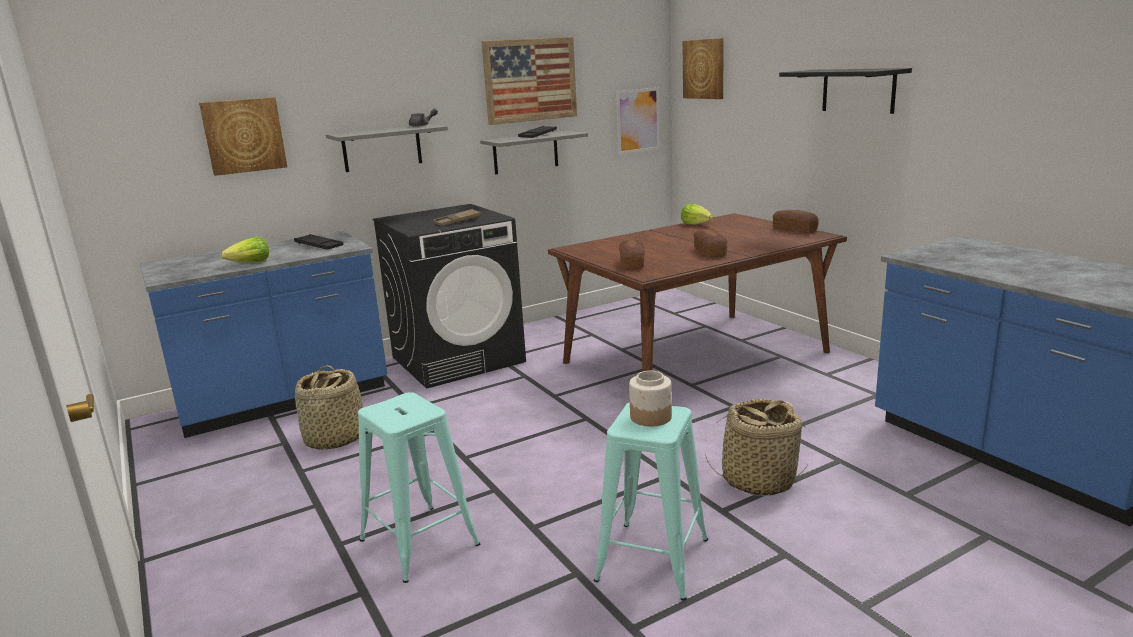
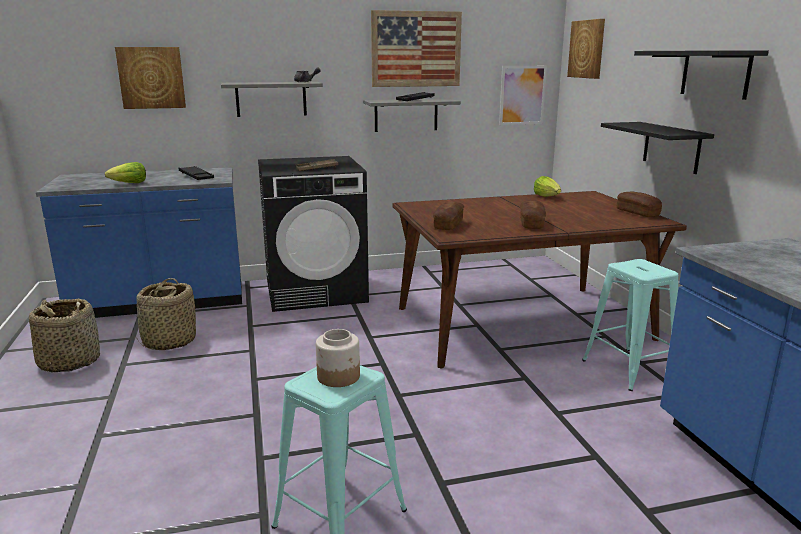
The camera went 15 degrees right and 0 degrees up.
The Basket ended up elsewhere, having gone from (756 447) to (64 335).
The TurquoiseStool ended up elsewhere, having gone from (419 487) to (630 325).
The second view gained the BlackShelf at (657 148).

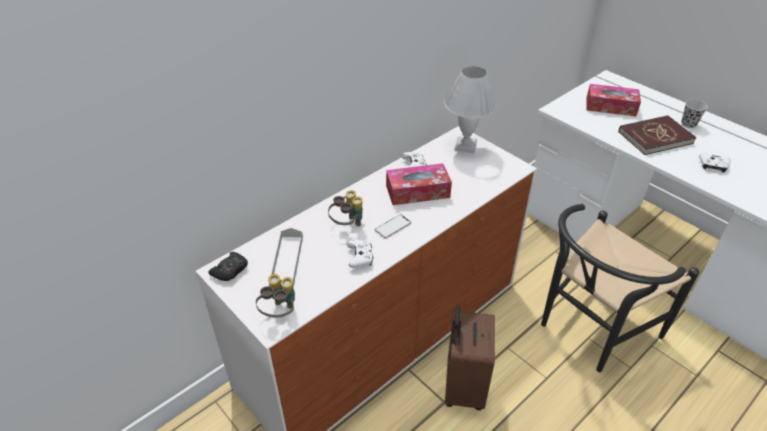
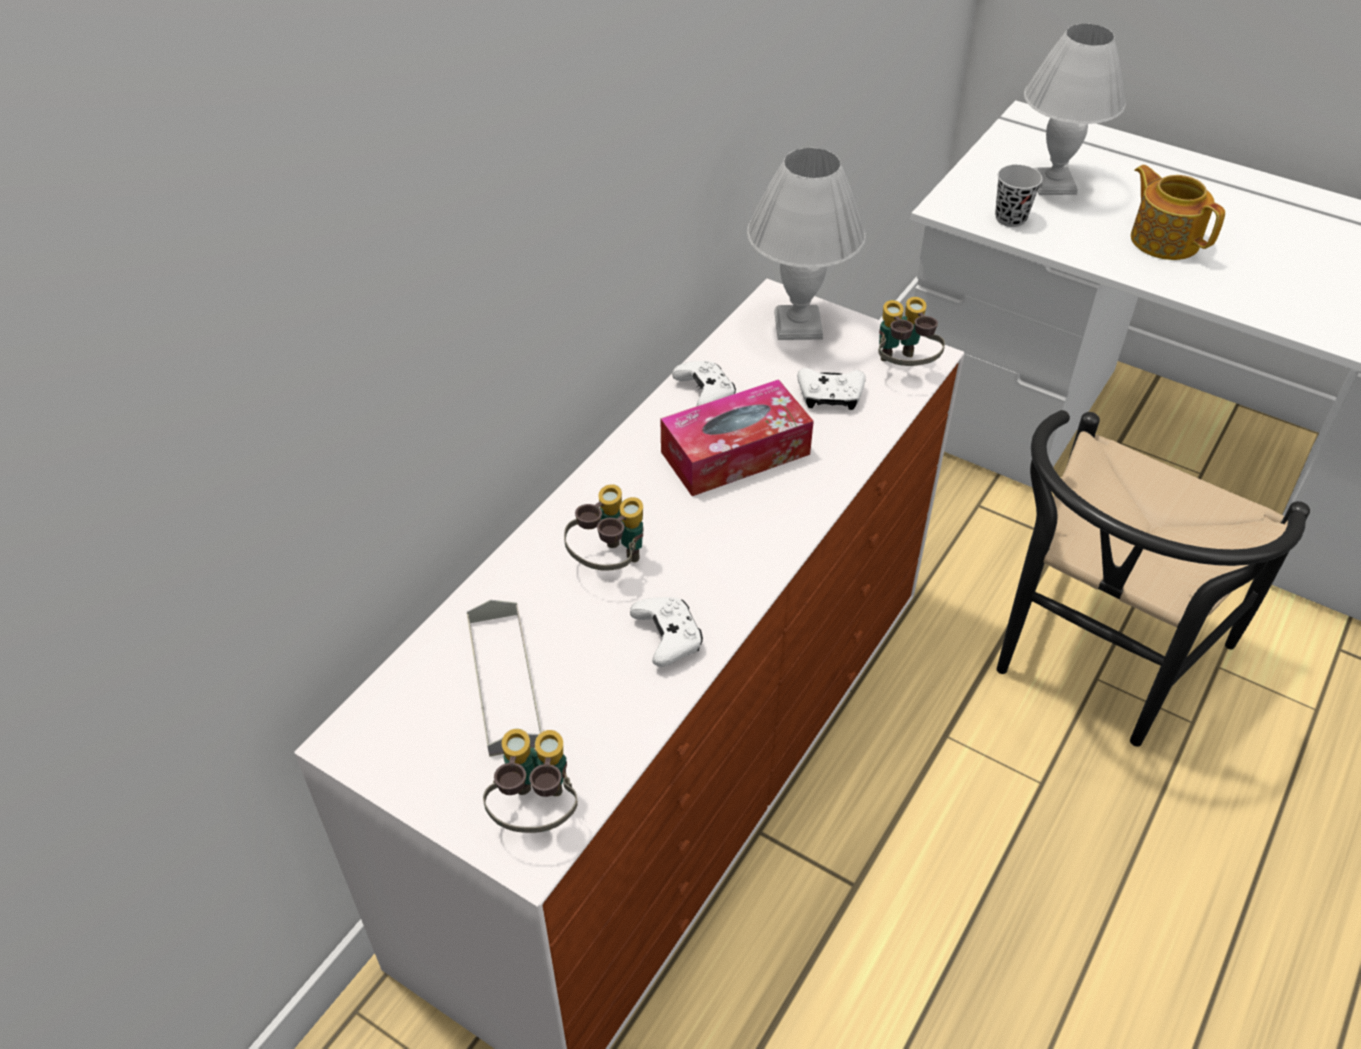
The camera went 15 degrees left and 5 degrees up.
The WhiteGameController ended up elsewhere, having gone from (715 163) to (831 389).
The second view gained the Binoculars at (911 331).
The BlackCup ended up elsewhere, having gone from (694 114) to (1018 196).
Where the TissueBox stood at (613 100), the WhiteTableLamp came to stand at (1075 109).
Where the RedBook stood at (657 135), the Teapot came to stand at (1178 212).
The second view lost the BlackGameController at (228 266).
The second view lost the Phone at (393 226).
The second view lost the BrownSuitcase at (470 358).

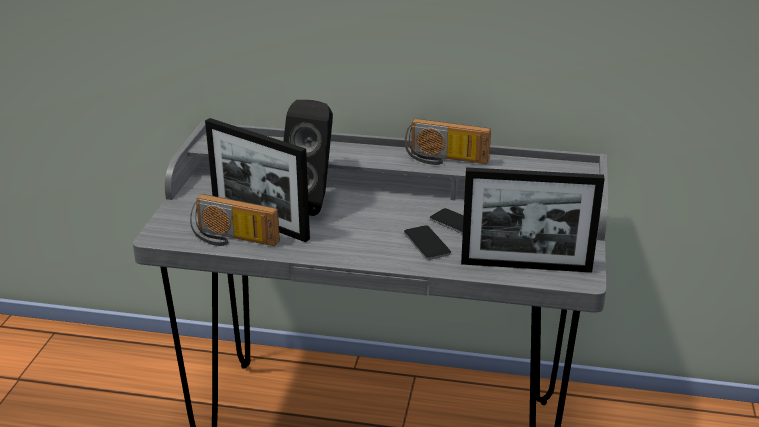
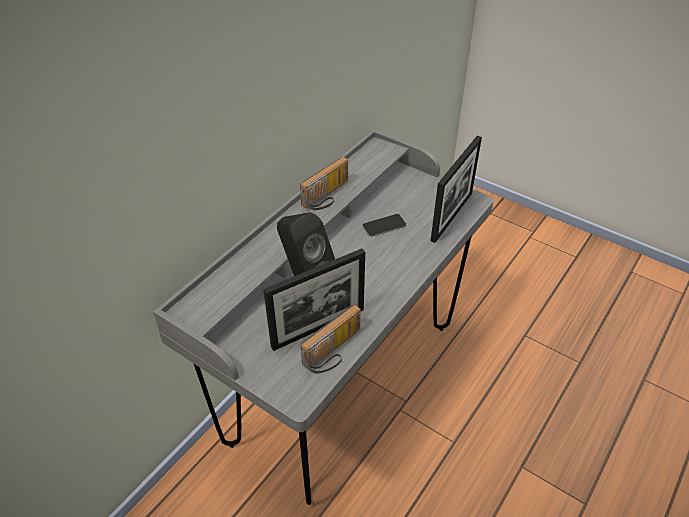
The camera went 65 degrees left and 15 degrees up.
The second view lost the Phone at (427 242).

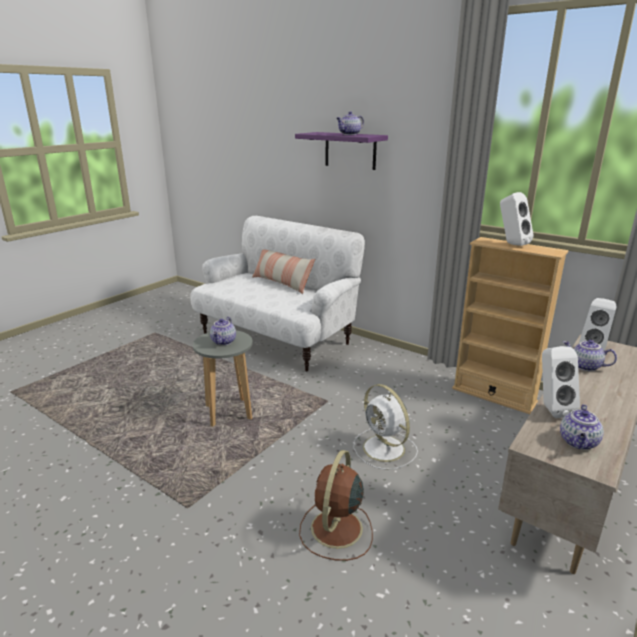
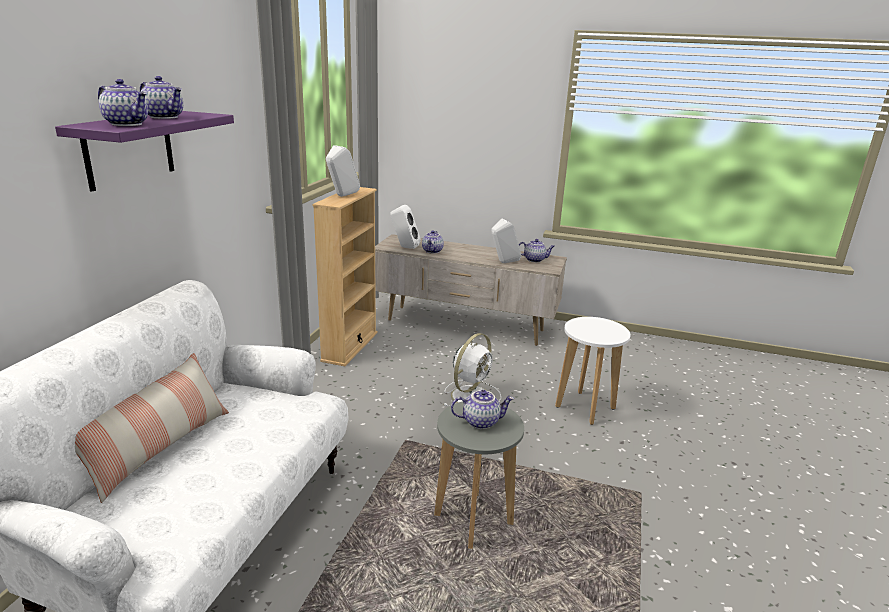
The camera went 110 degrees left and 0 degrees up.
The second view gained the Teapot at (123 102).
Where the BrownFan stood at (336 505), the WhiteStool came to stand at (592 371).

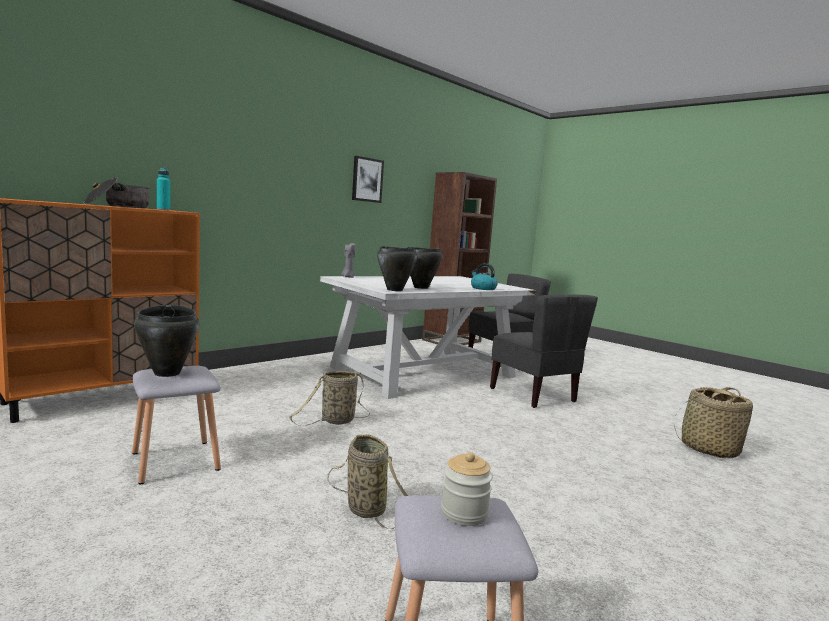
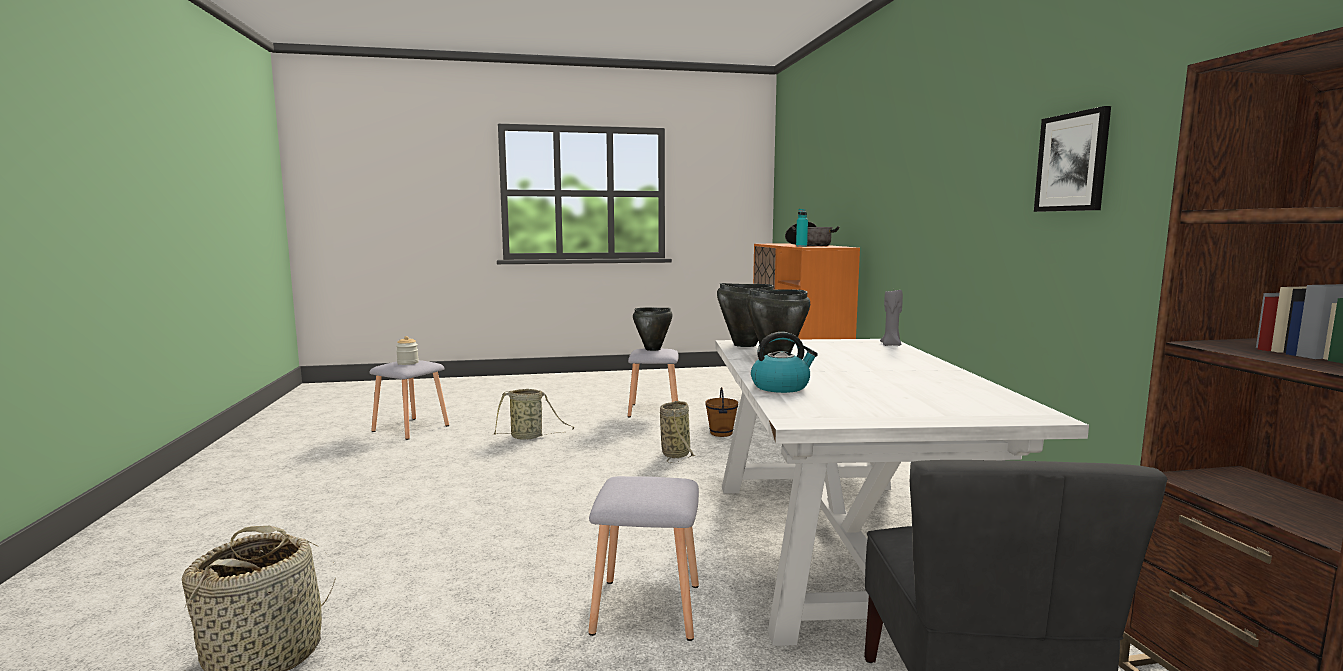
The camera went 125 degrees right and 0 degrees up.
Where the GreyChair stood at (544 351), the GreyStool came to stand at (643 558).
The second view gained the BrownBucket at (721 412).

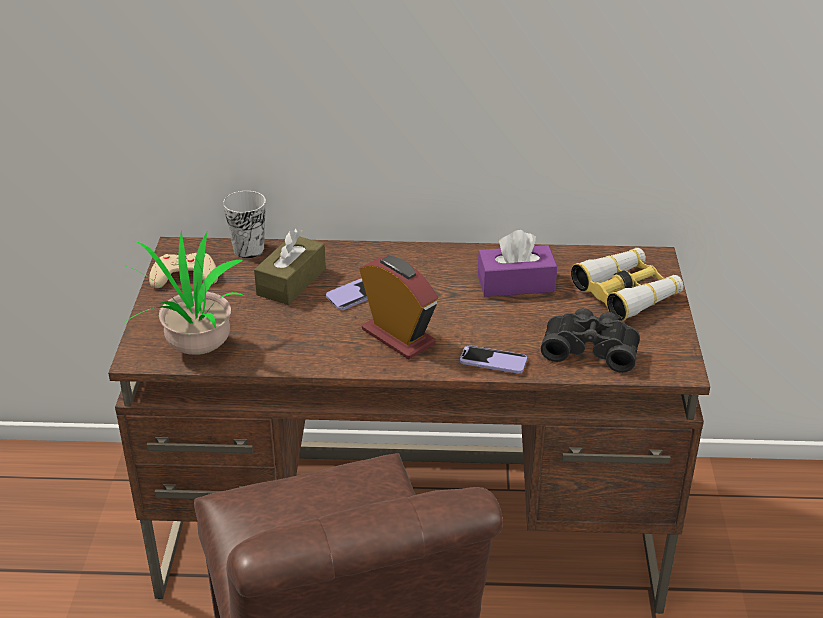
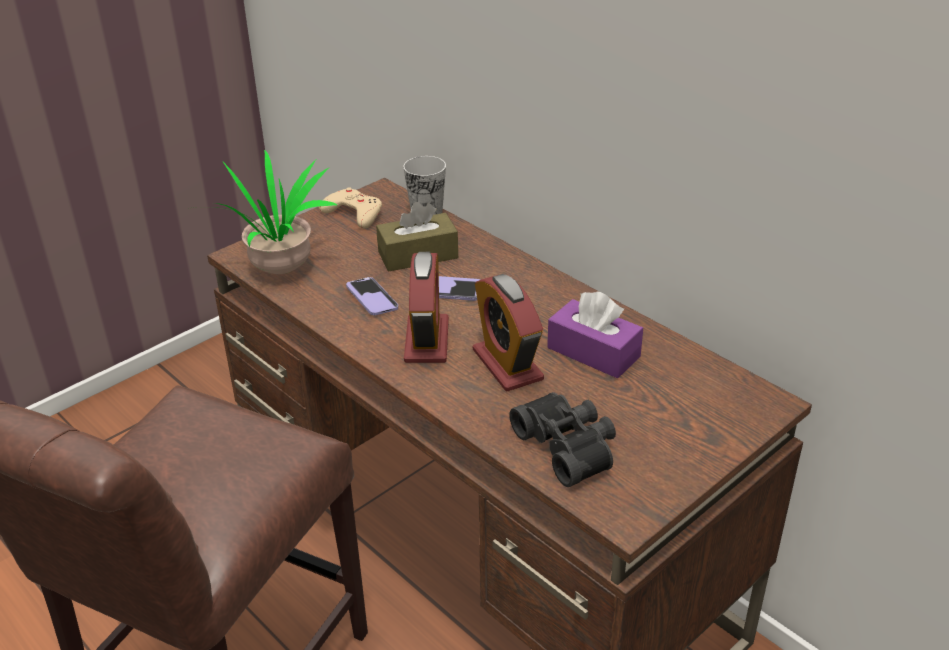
The camera went 45 degrees right and 0 degrees up.
The Phone ended up elsewhere, having gone from (493 359) to (372 296).
The second view gained the AlarmClock at (508 332).
The second view lost the Binoculars at (627 284).

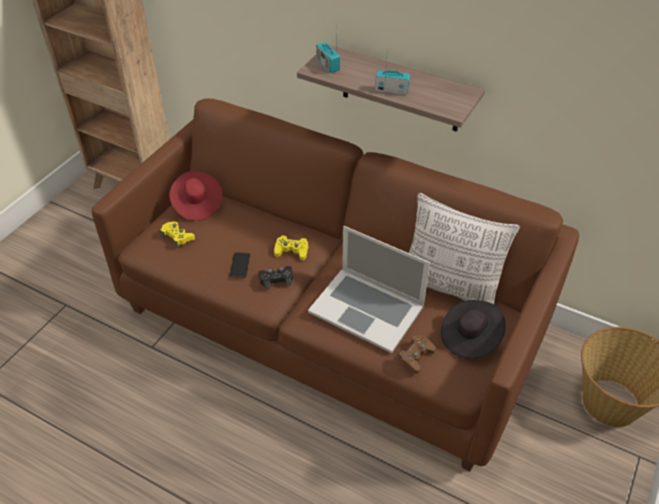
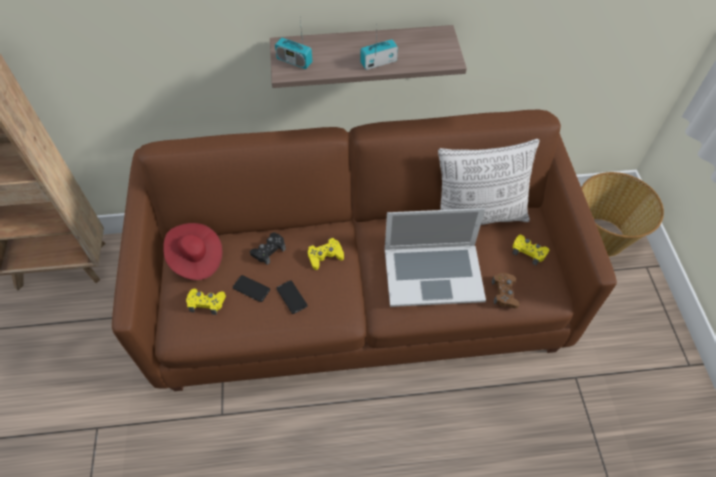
The camera went 35 degrees left and 10 degrees up.
The second view gained the Phone at (251 288).
The BlackGameController ended up elsewhere, having gone from (275 278) to (268 248).
Where the BlackHat stood at (473 329), the YellowGameController came to stand at (530 250).

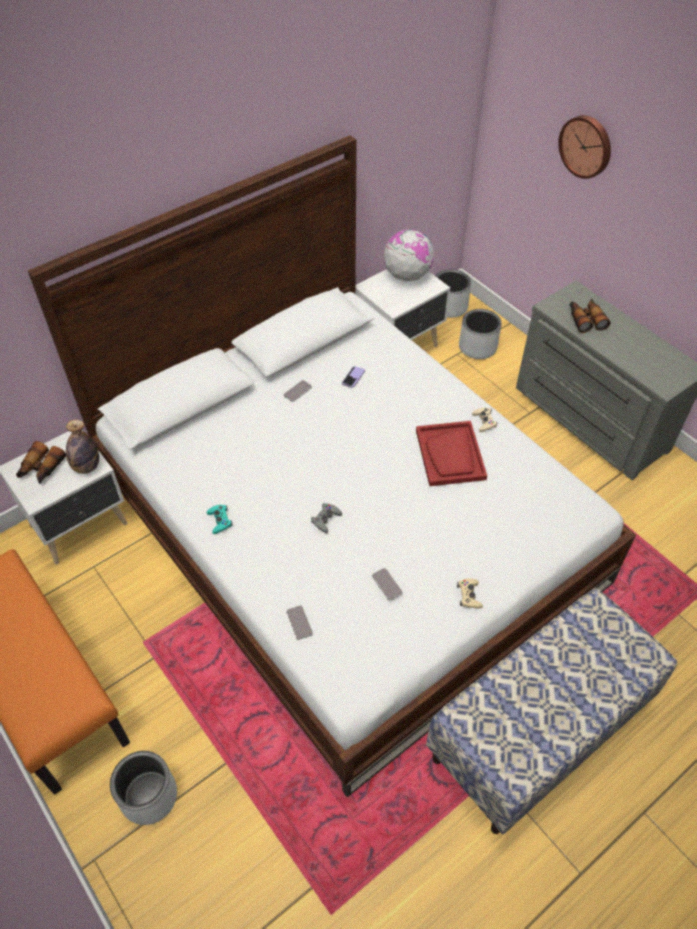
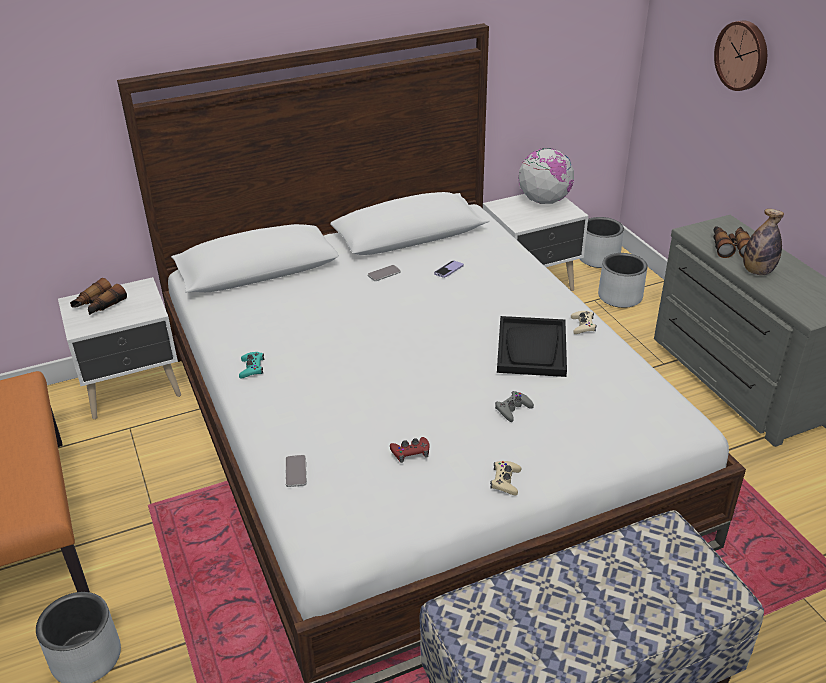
The camera went 15 degrees right and 15 degrees down.
Where the Phone stood at (387 584), the RedGameController came to stand at (409 450).
The GreyGameController ended up elsewhere, having gone from (326 518) to (514 406).
What was the RedTray at (451 453) turned into the BlackTray at (532 346).
The Bottle ended up elsewhere, having gone from (82 447) to (763 242).

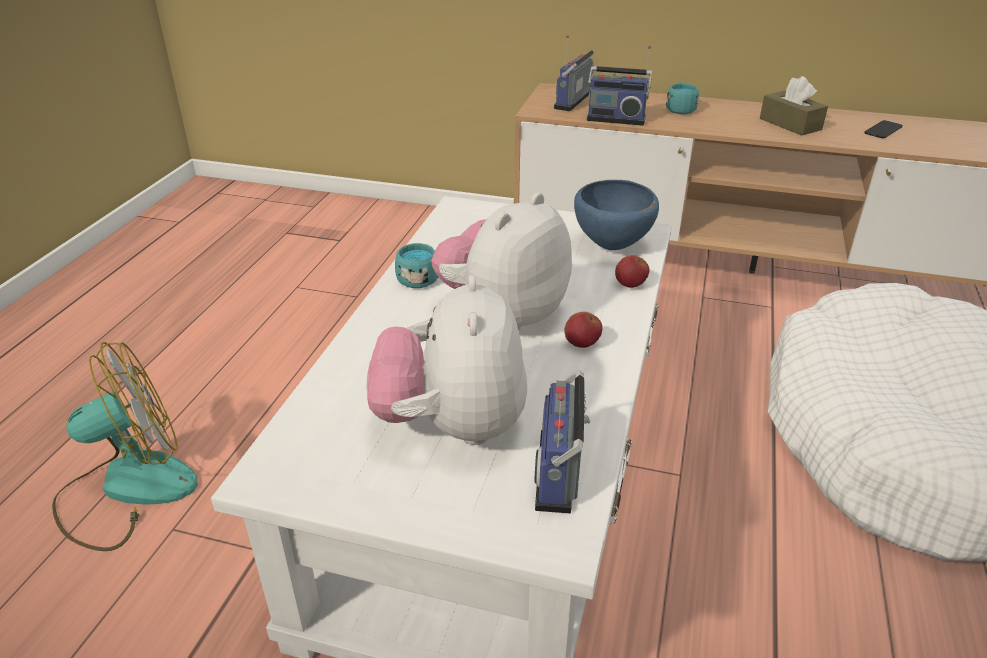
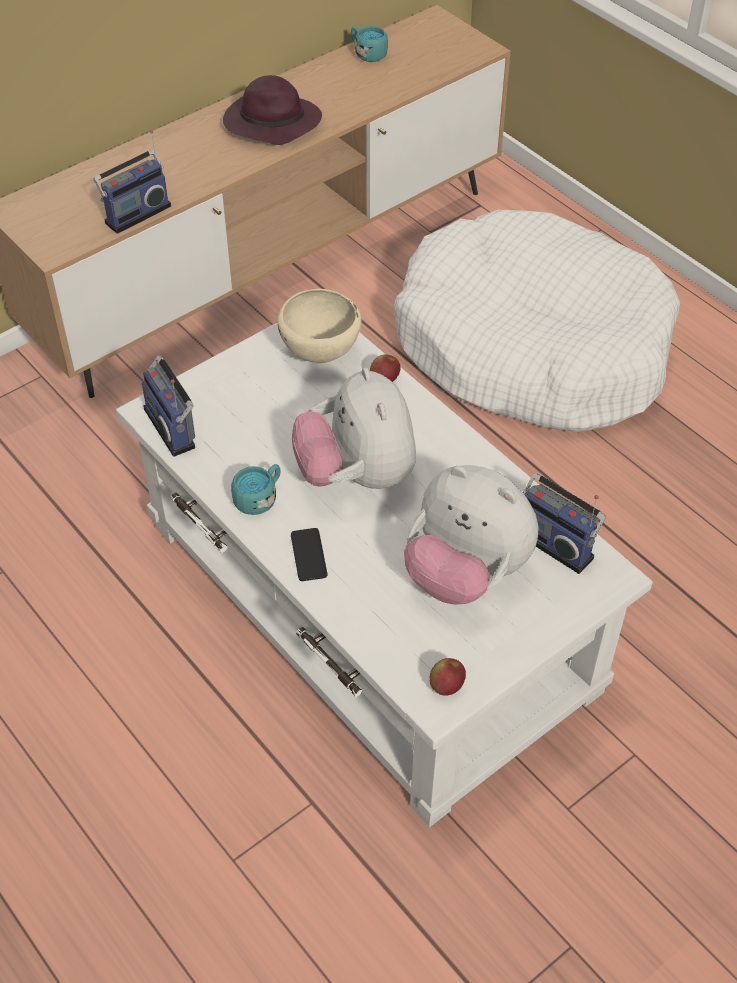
The camera went 55 degrees left and 15 degrees up.
The Radio ended up elsewhere, having gone from (574 73) to (168 406).
Where the BrownTissueBox stood at (794 105), the PurpleHat came to stand at (272 110).
What was the BlueBowl at (616 215) turned into the BeigeBowl at (319 326).
The Phone ended up elsewhere, having gone from (883 129) to (309 554).
The TurquoiseMug ended up elsewhere, having gone from (682 97) to (369 44).
The Apple ended up elsewhere, having gone from (583 329) to (447 677).
The second view lost the Fan at (125 446).

